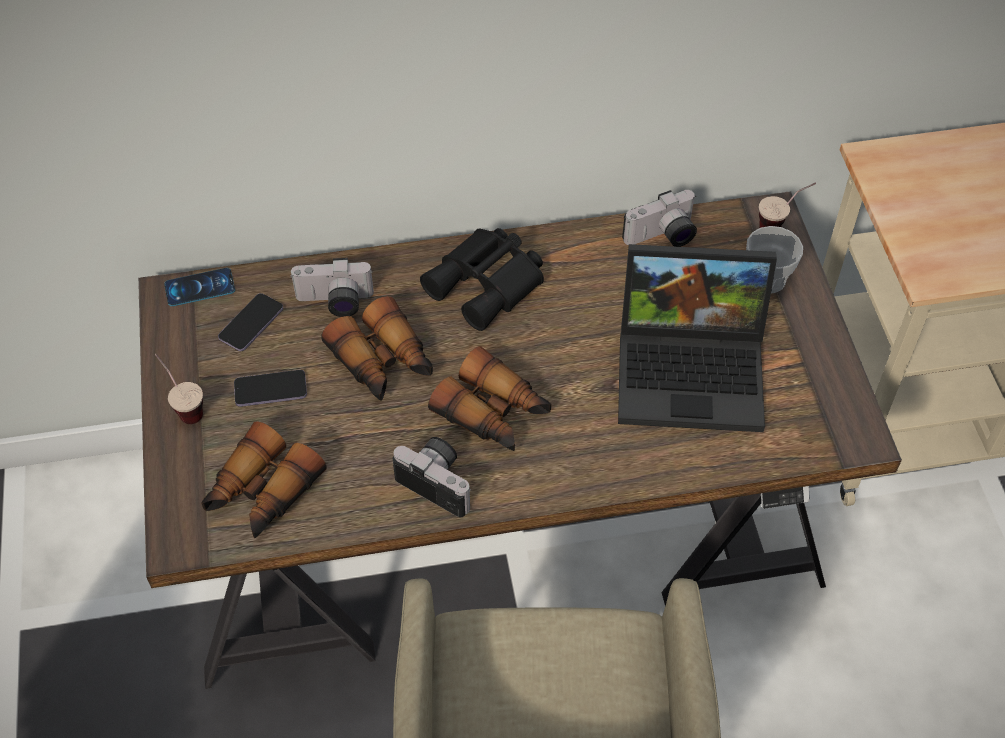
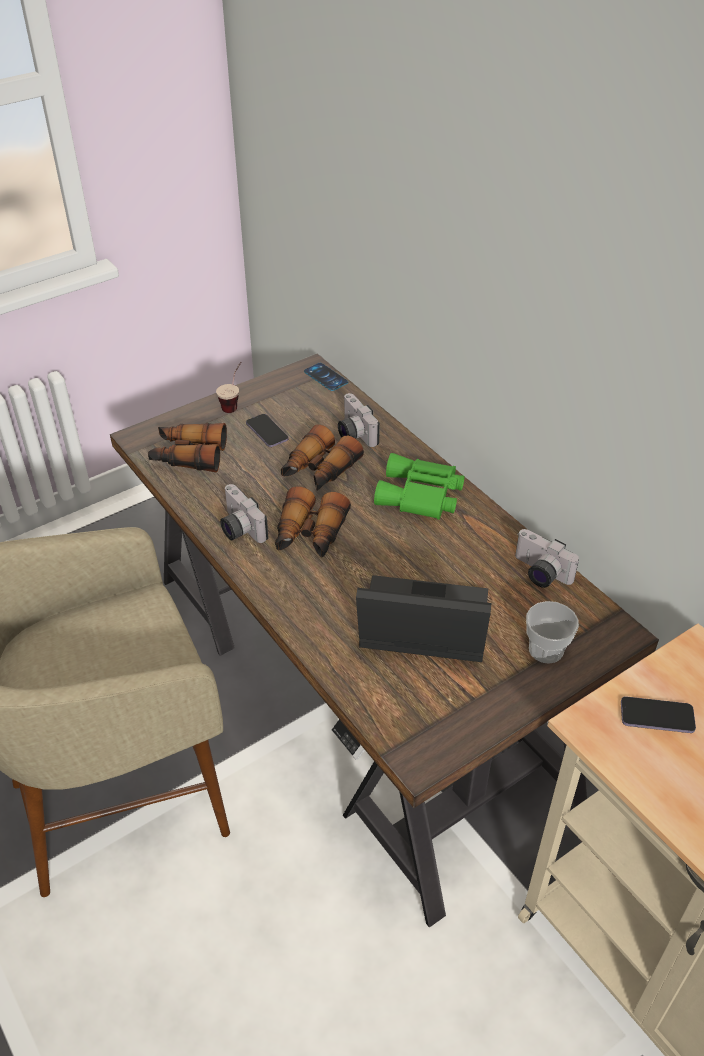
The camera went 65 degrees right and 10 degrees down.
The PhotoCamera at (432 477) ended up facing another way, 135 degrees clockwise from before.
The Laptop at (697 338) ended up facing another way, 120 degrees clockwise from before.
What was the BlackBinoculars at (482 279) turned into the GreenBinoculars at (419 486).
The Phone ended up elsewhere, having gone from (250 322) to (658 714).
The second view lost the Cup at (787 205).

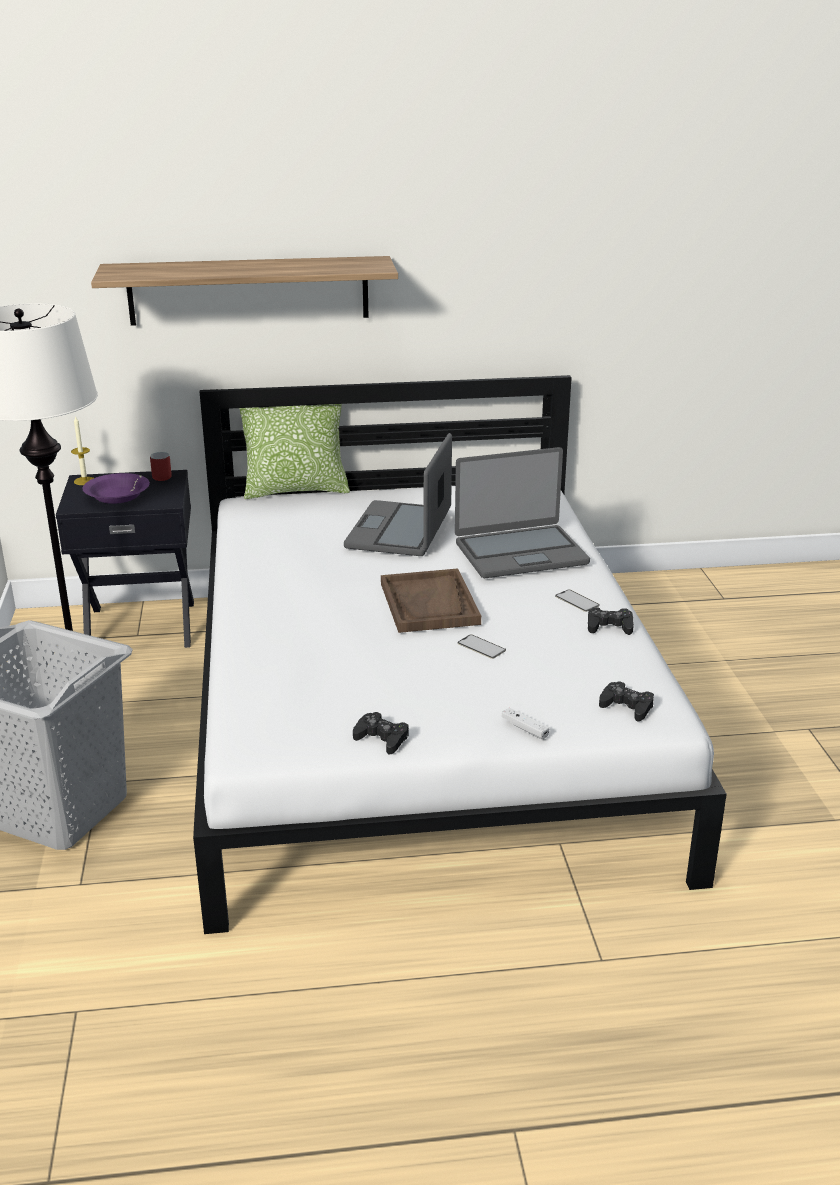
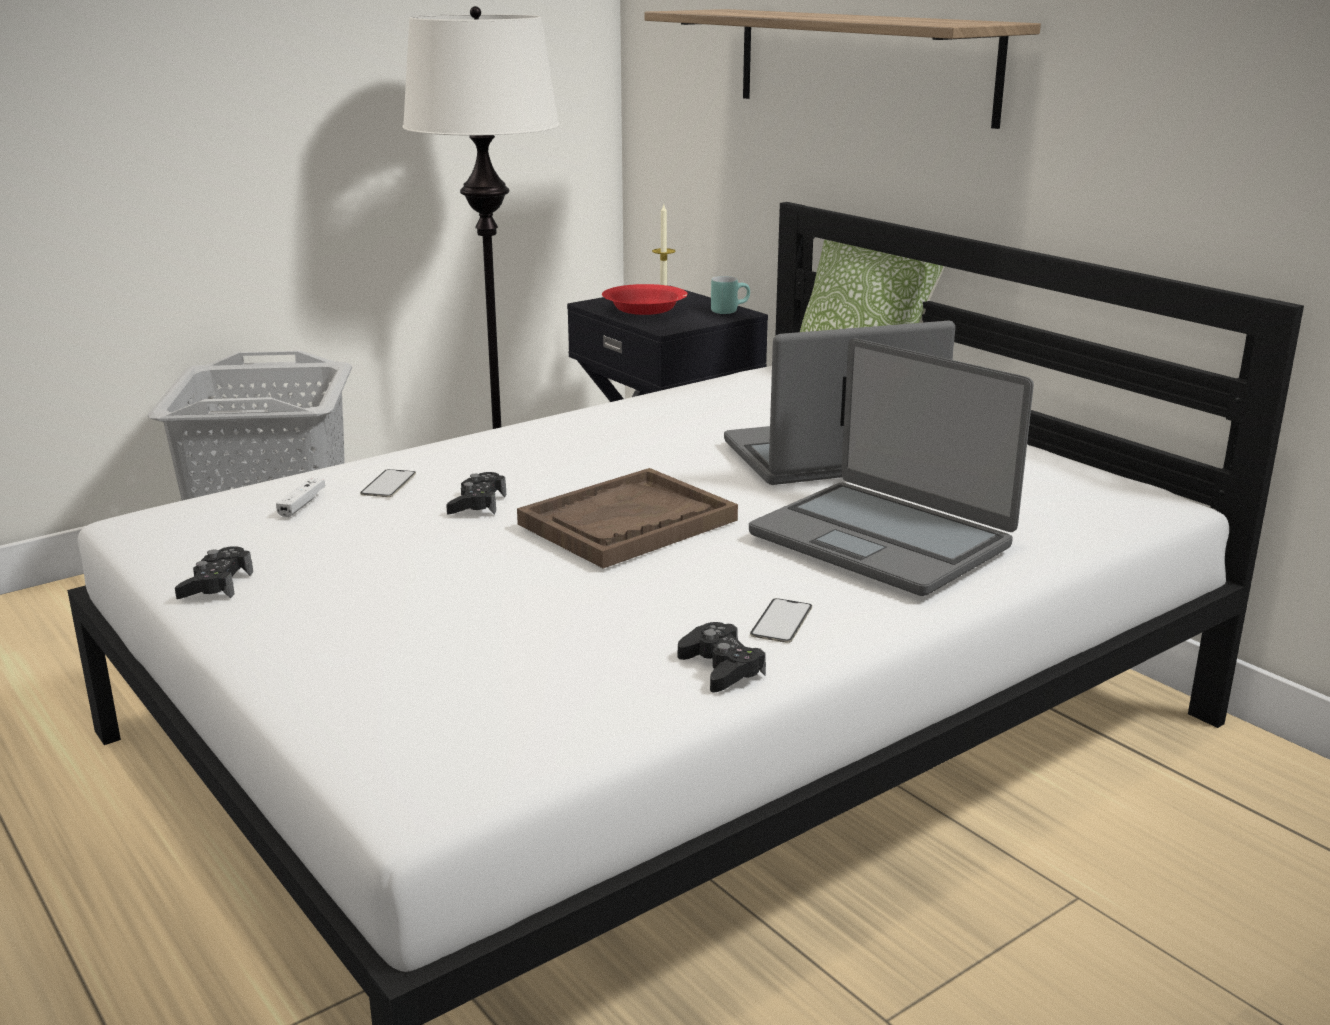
The camera went 60 degrees right and 5 degrees down.
The WhiteGameController ended up elsewhere, having gone from (525 723) to (300 497).
The Phone ended up elsewhere, having gone from (482 646) to (388 483).
The BlackGameController ended up elsewhere, having gone from (626 701) to (476 493).
What was the PurpleBowl at (116 488) turned into the RedBowl at (645 299).
What was the RedMug at (161 466) turned into the TurquoiseMug at (730 295).

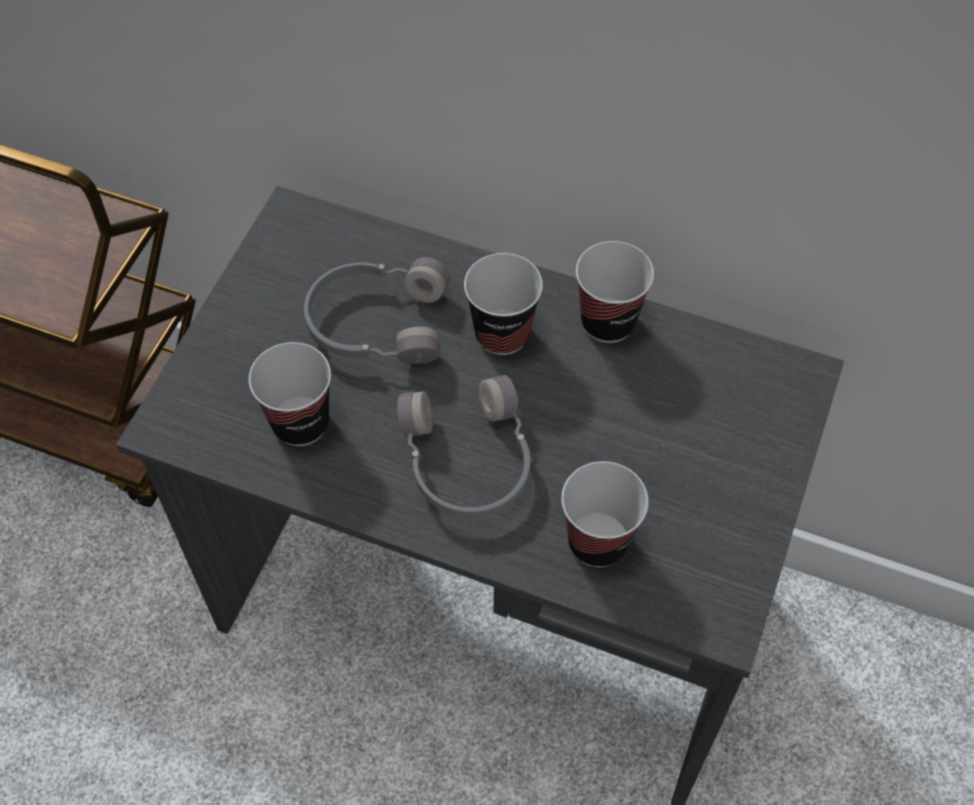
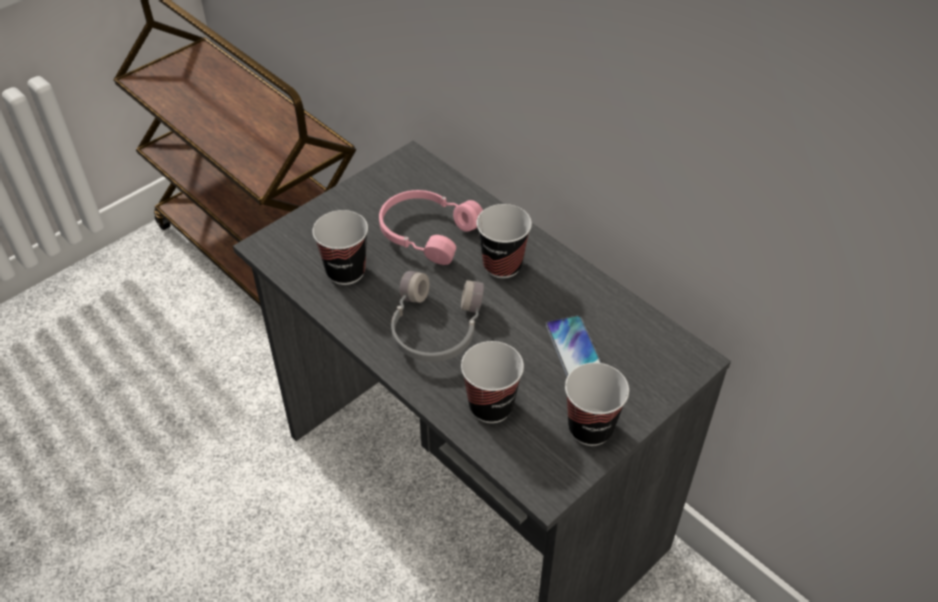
The camera went 25 degrees right and 10 degrees down.
What was the GreyHeadphones at (377 310) turned into the PinkHeadphones at (431 227).
The second view gained the Phone at (573 346).
The Cup ended up elsewhere, having gone from (615 292) to (597 404).

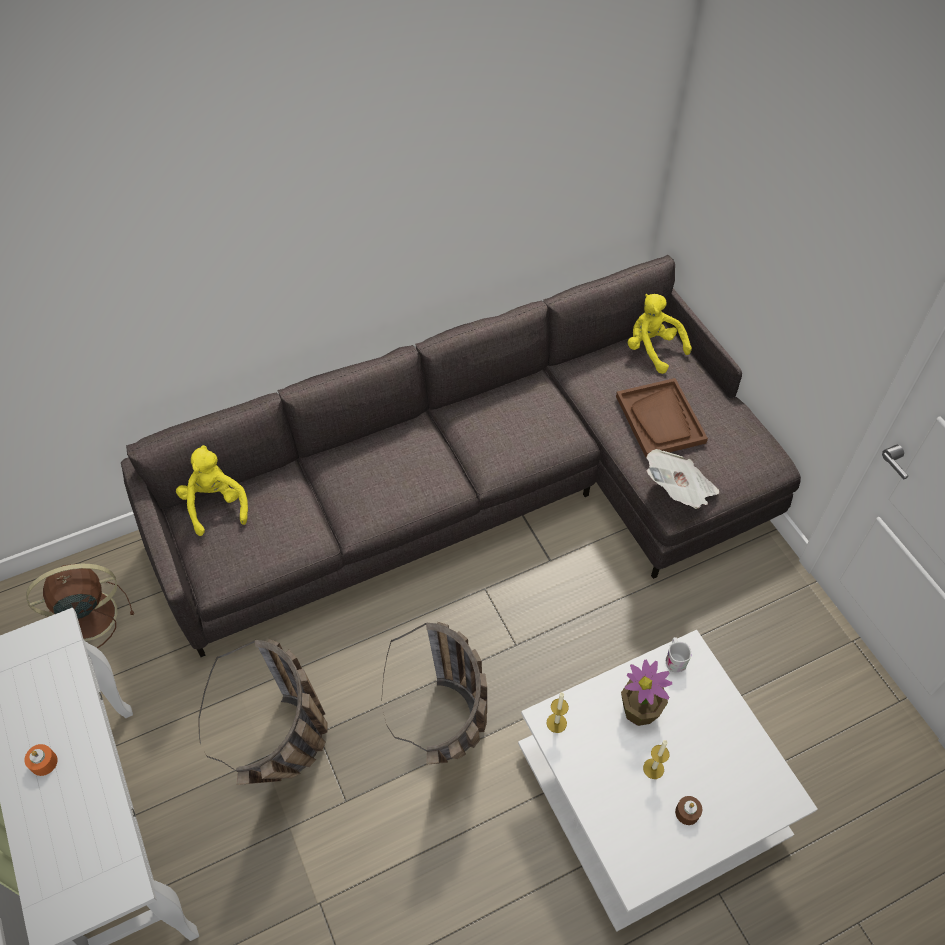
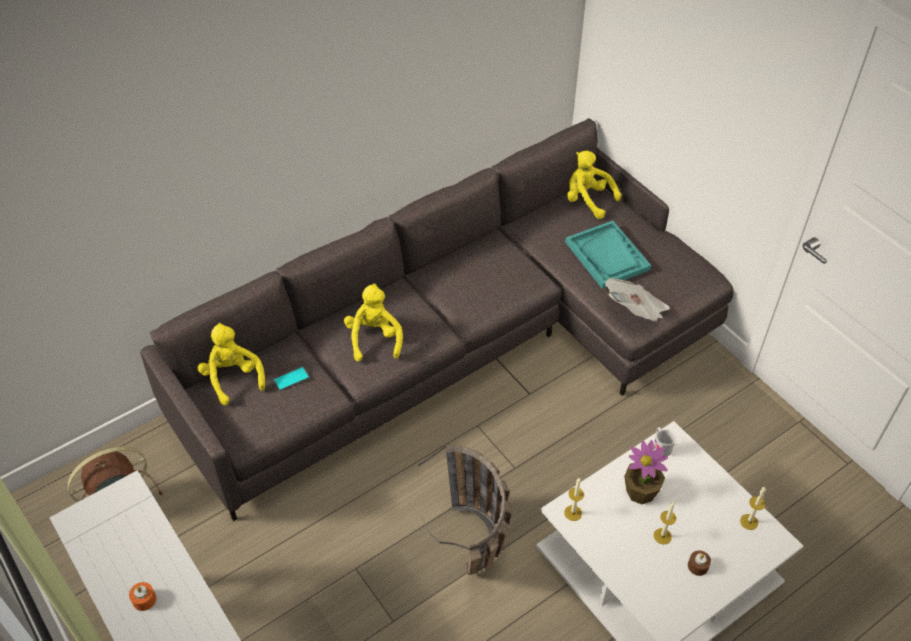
The camera went 10 degrees left and 5 degrees down.
The second view gained the Phone at (291 379).
The second view gained the YellowPlushToy at (373 322).
What was the BrownTray at (662 418) turned into the TurquoiseTray at (608 255).
The second view gained the Candle at (752 508).
The second view lost the Basket at (263 712).

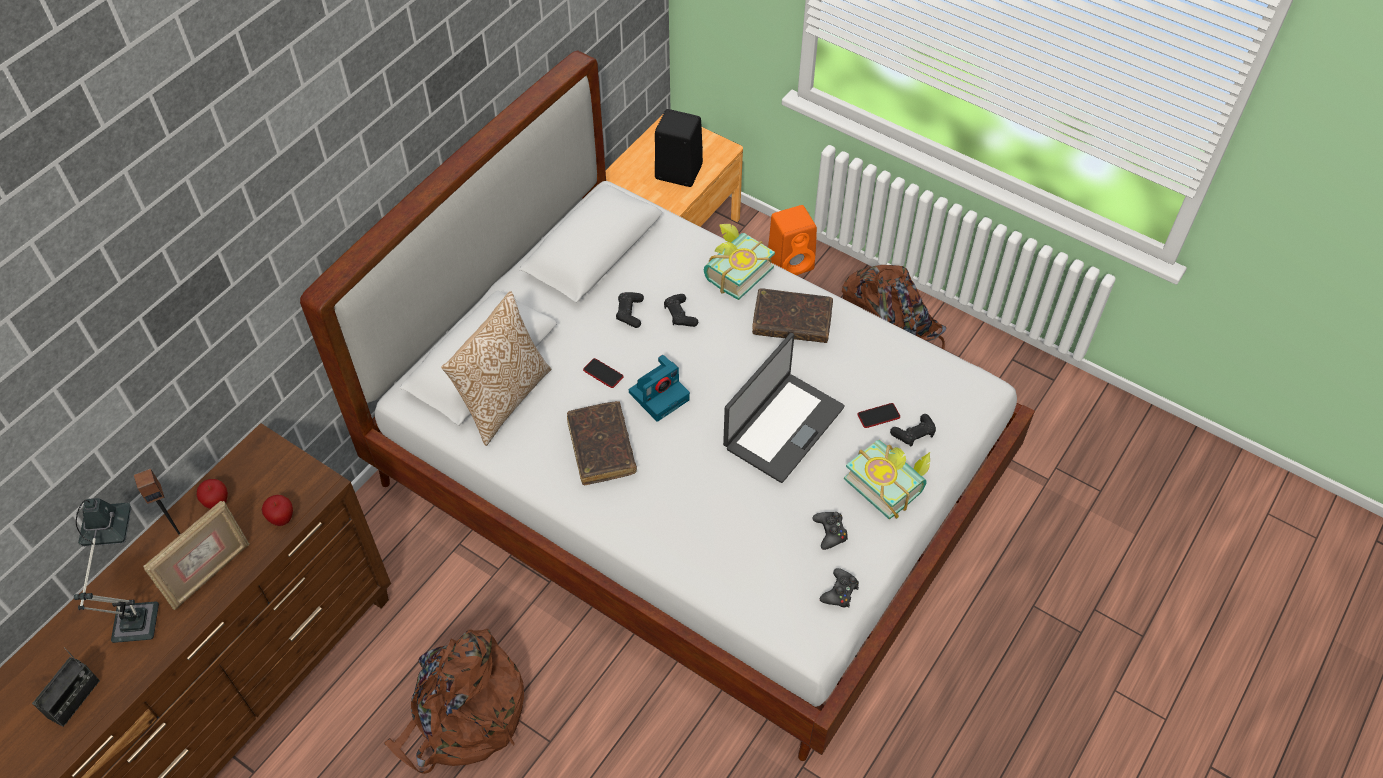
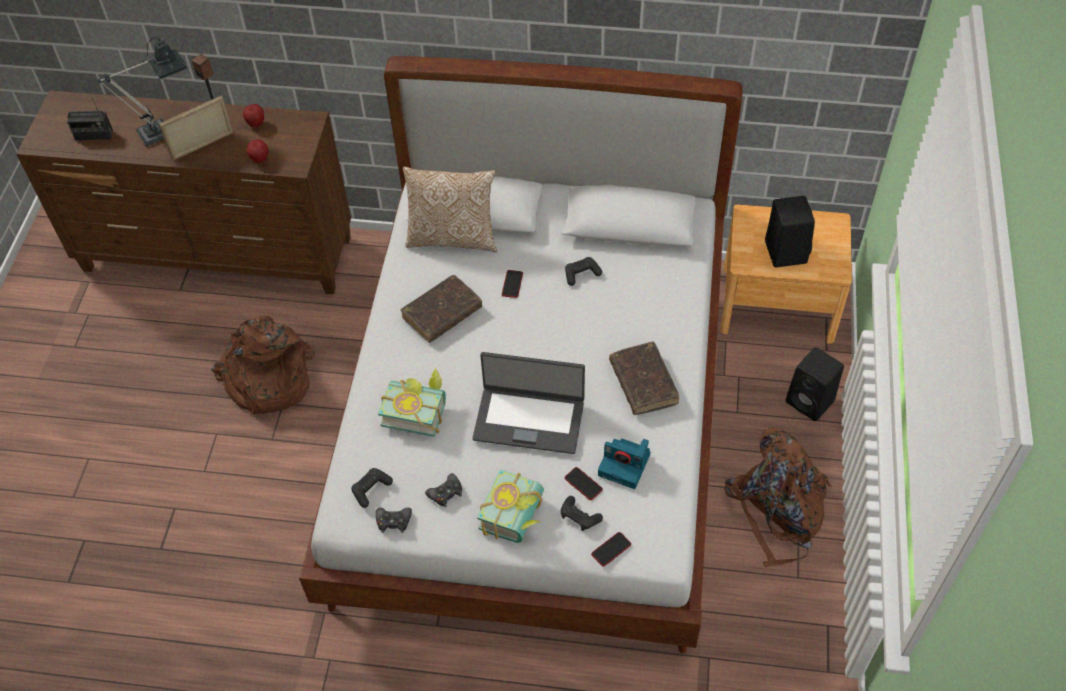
The camera went 65 degrees right and 0 degrees up.
The PictureFrame at (196 555) ended up facing another way, 135 degrees clockwise from before.
The BlackGameController ended up elsewhere, having gone from (681 310) to (372 488).
The Book ended up elsewhere, having gone from (739 262) to (412 402).
The second view gained the Phone at (611 549).
The PhotoCamera ended up elsewhere, having gone from (659 388) to (624 464).
What was the OrangeSpeaker at (792 240) turned into the BlackSpeaker at (815 384).

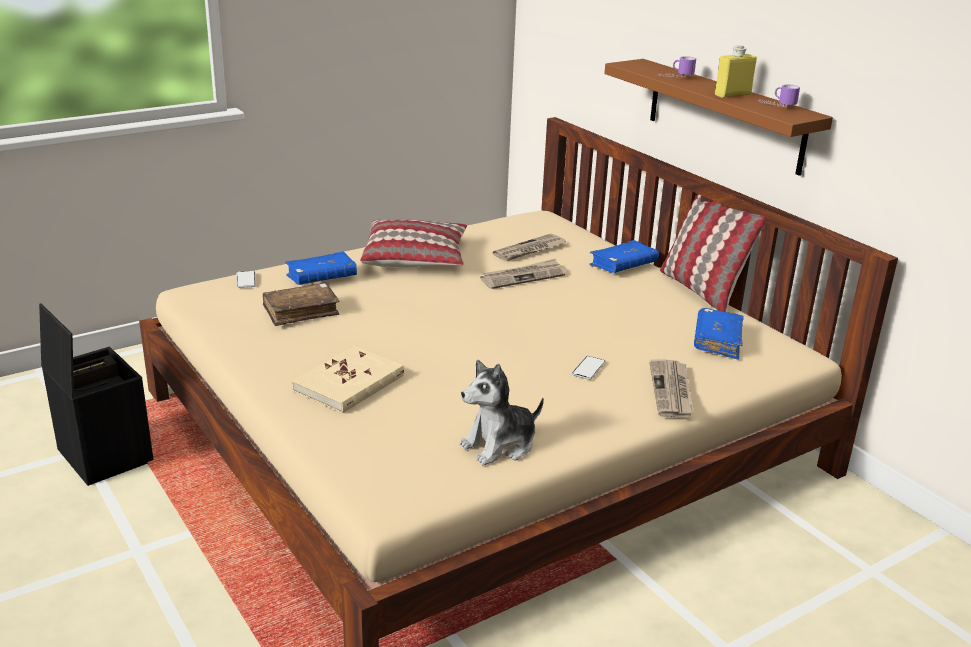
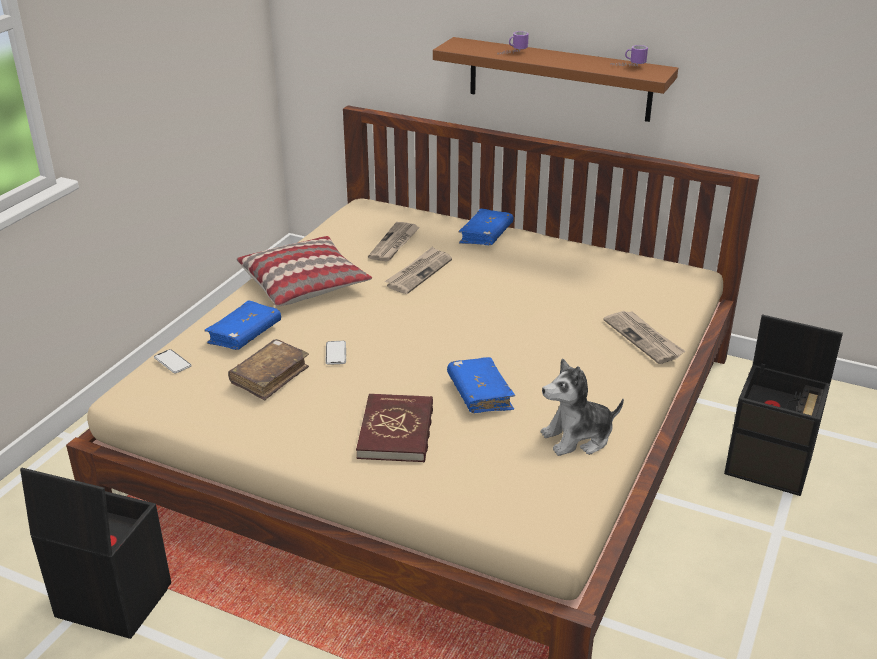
The camera went 30 degrees left and 5 degrees up.
The Phone ended up elsewhere, having gone from (589 368) to (336 353).
What was the BeigeBook at (348 379) turned into the RedBook at (394 428).
The BlueBook ended up elsewhere, having gone from (719 334) to (481 385).
The PlushToy at (501 412) ended up facing another way, 45 degrees clockwise from before.
The second view gained the BlackStorageBox at (783 405).
The second view lost the Pillow at (712 252).
The second view lost the YellowBottle at (736 71).

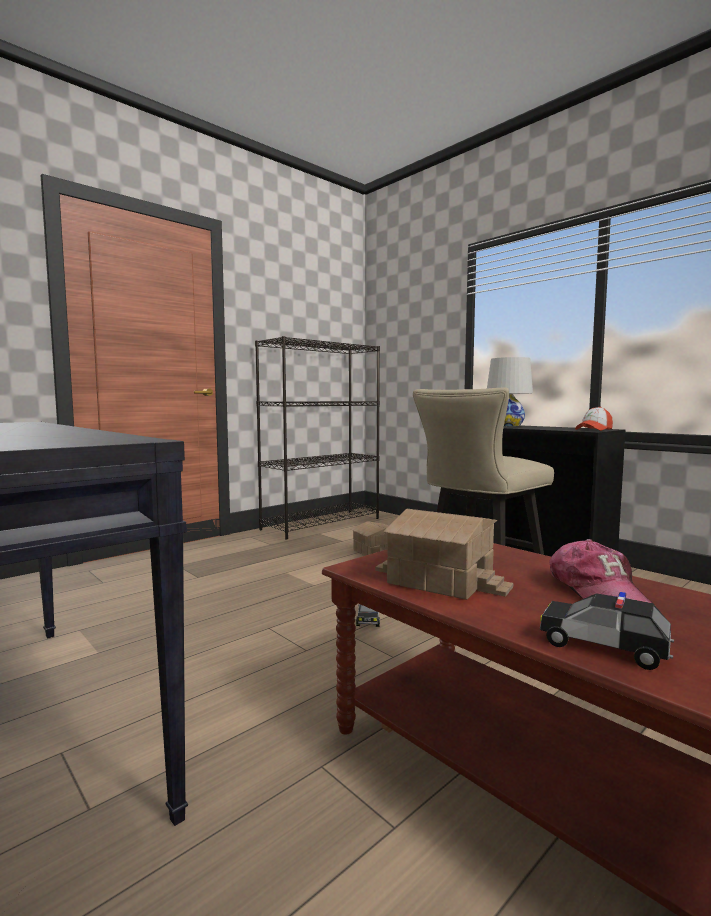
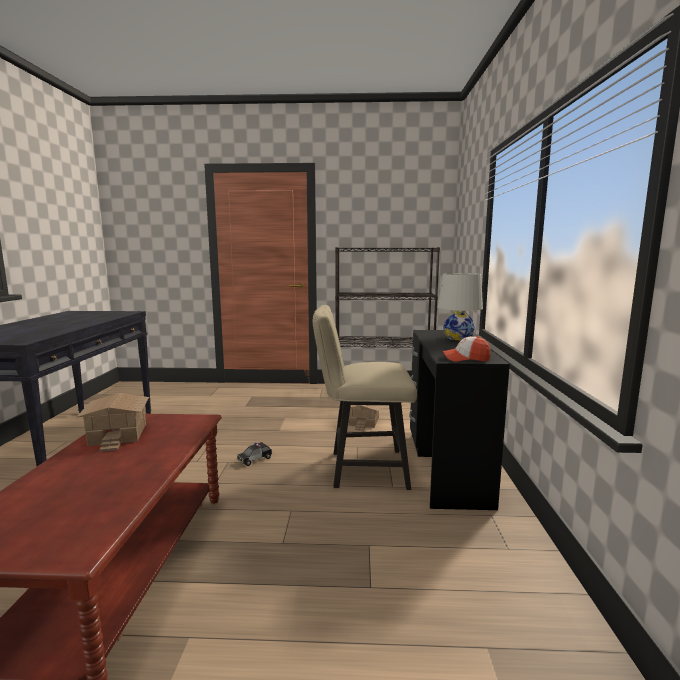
The camera went 45 degrees right and 5 degrees up.
The second view lost the ToyCar at (607 631).
The second view lost the Cap at (601 571).

